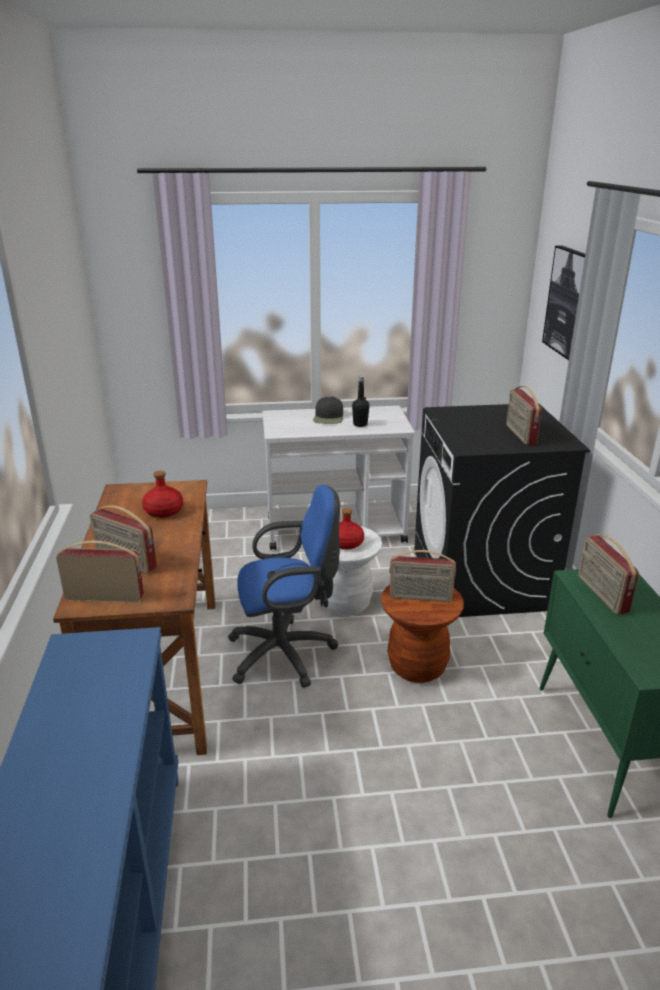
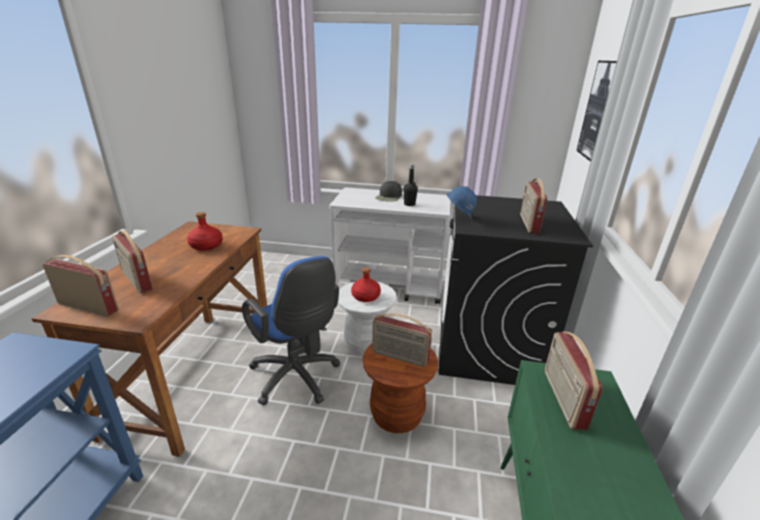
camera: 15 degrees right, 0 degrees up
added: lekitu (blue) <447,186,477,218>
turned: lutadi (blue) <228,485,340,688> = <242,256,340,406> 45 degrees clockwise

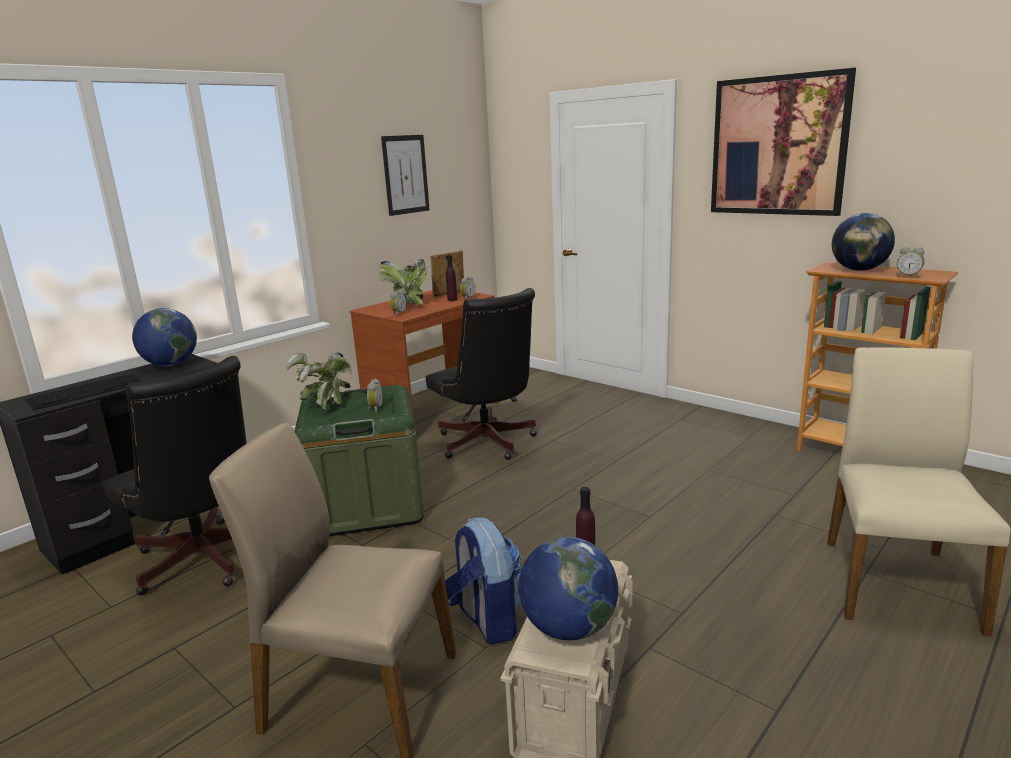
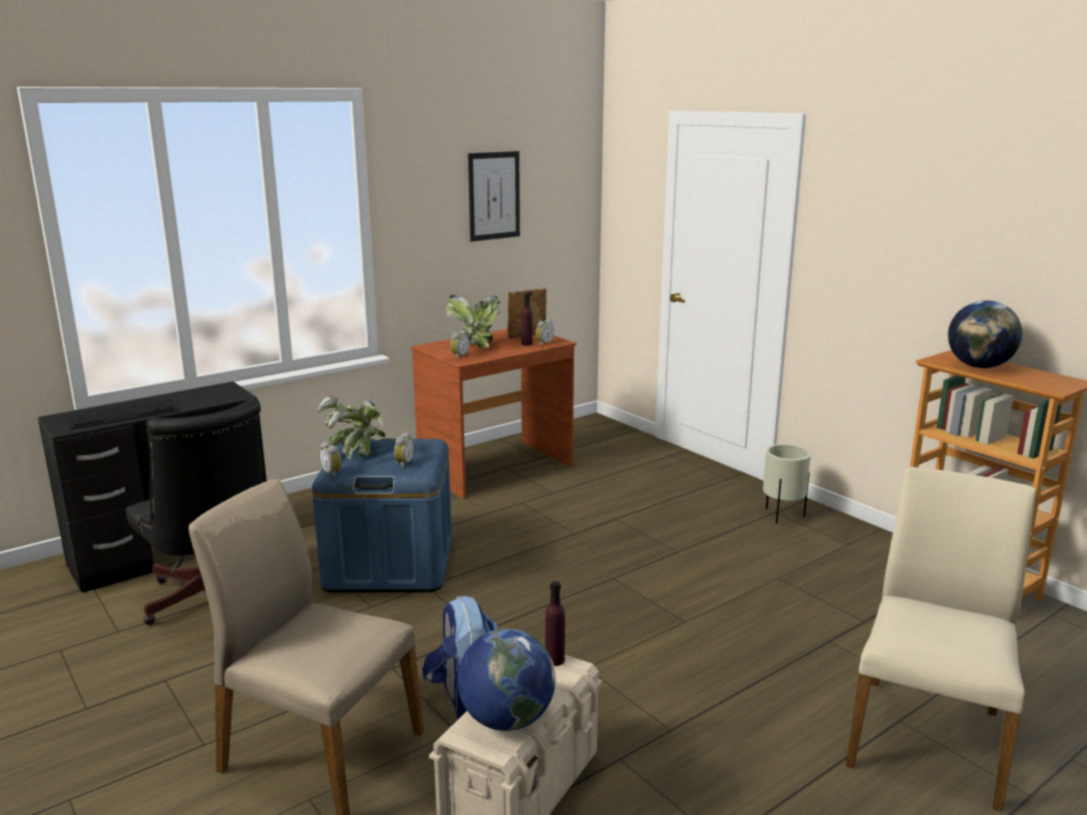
camera: 10 degrees right, 0 degrees up
removed: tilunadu <132,308,197,366>; lutadi (black) <426,288,537,460>; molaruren <711,68,856,216>
added: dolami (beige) <763,444,811,524>
moved: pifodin <897,247,925,278> to <319,441,341,478>
recoloured: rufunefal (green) <294,385,424,536> to rufunefal (blue) <312,439,452,592>

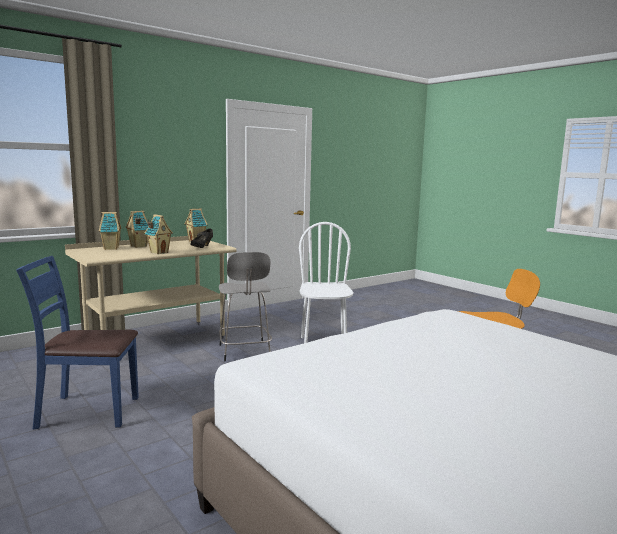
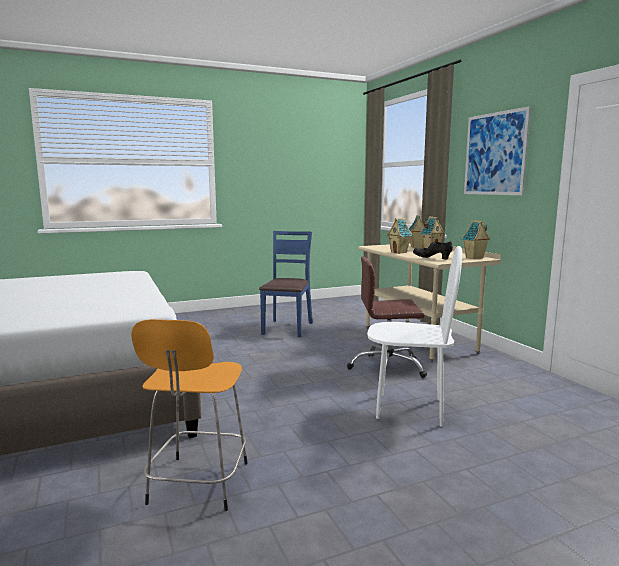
camera: 105 degrees right, 0 degrees up
added: molaruren <464,106,531,195>
replaced: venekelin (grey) <219,252,272,361> to lutadi (brown) <347,256,427,378>

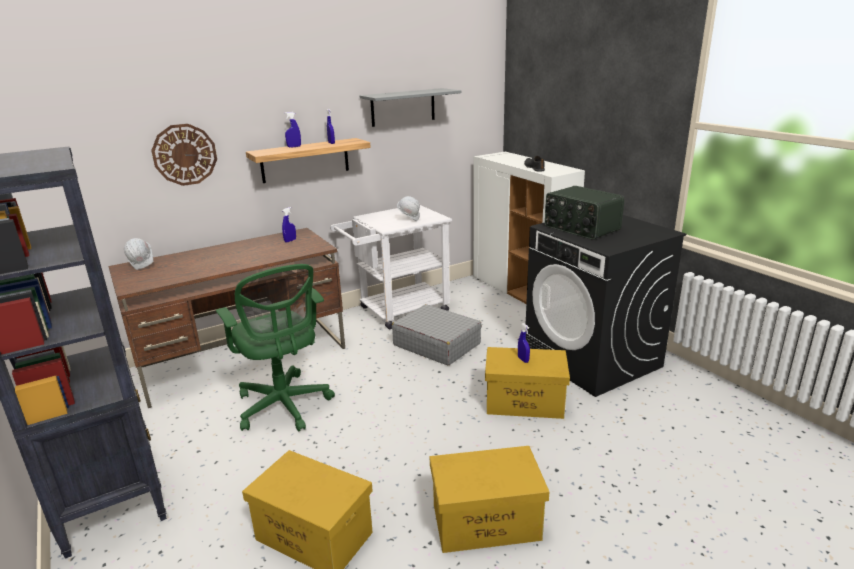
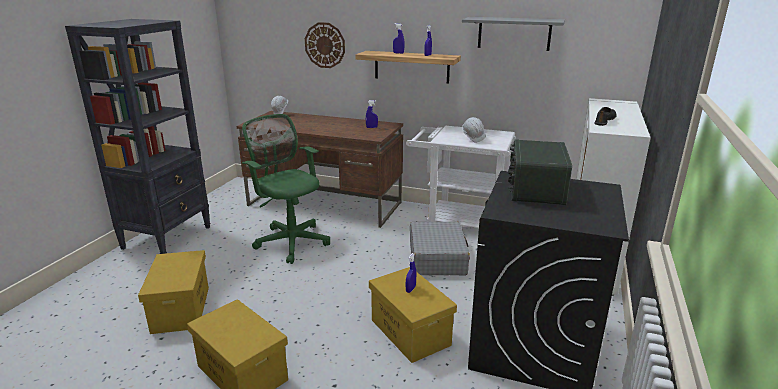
camera: 50 degrees right, 0 degrees up
turned: lutadi (green) <216,264,335,431> = <242,114,330,264> 120 degrees clockwise

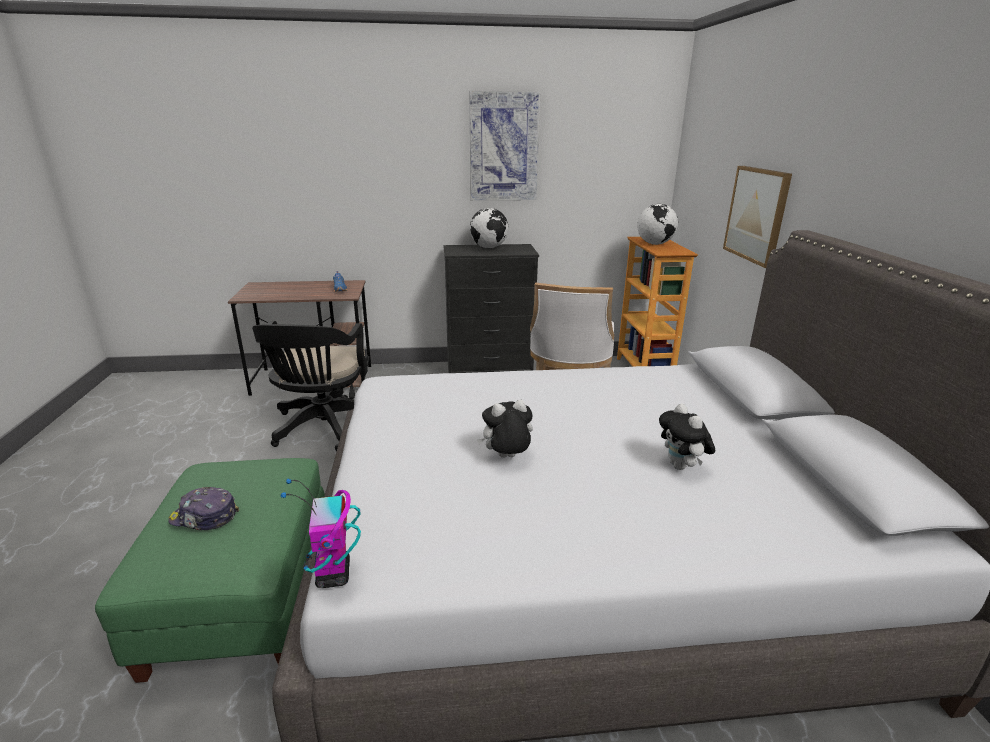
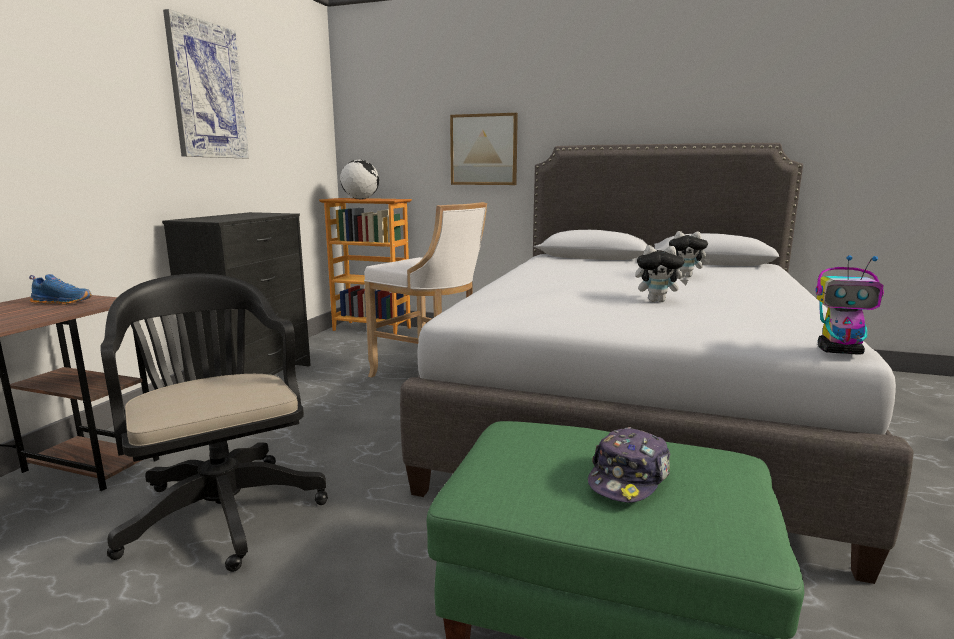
camera: 65 degrees left, 10 degrees down
removed: tilunadu <470,208,509,248>
turned: lutadi (black) <252,321,368,451> = <100,274,328,572> 150 degrees counterclockwise; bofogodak <477,400,533,458> = <635,245,688,302> 90 degrees counterclockwise

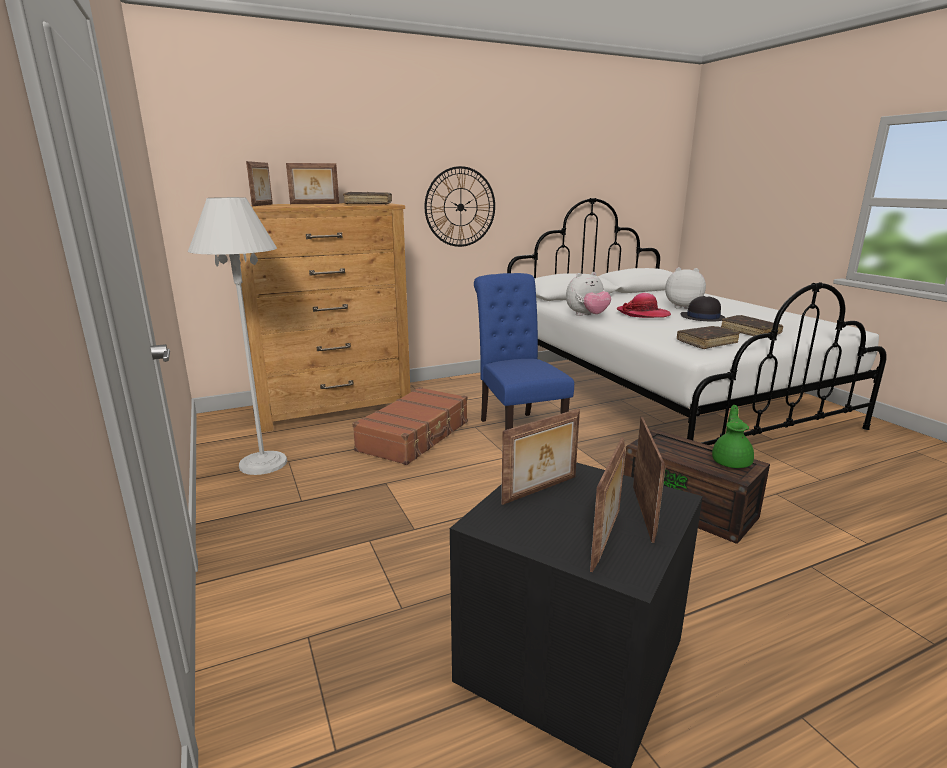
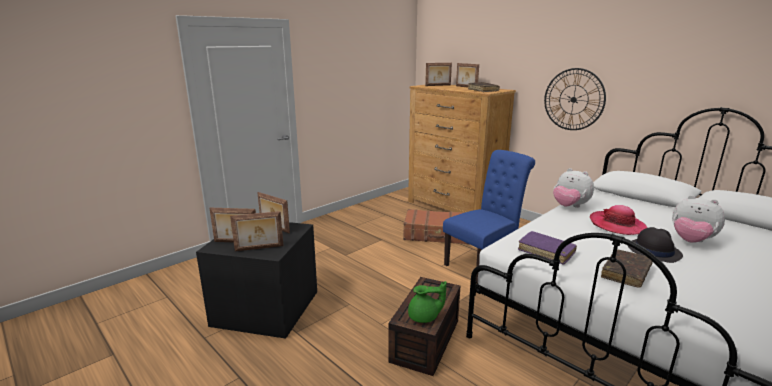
camera: 70 degrees right, 0 degrees up
removed: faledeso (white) <188,197,287,475>
recoloured: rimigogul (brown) <677,326,740,349> to rimigogul (purple) <518,231,577,265>
turned: bofogodak <665,267,706,309> = <672,195,725,243> 135 degrees clockwise

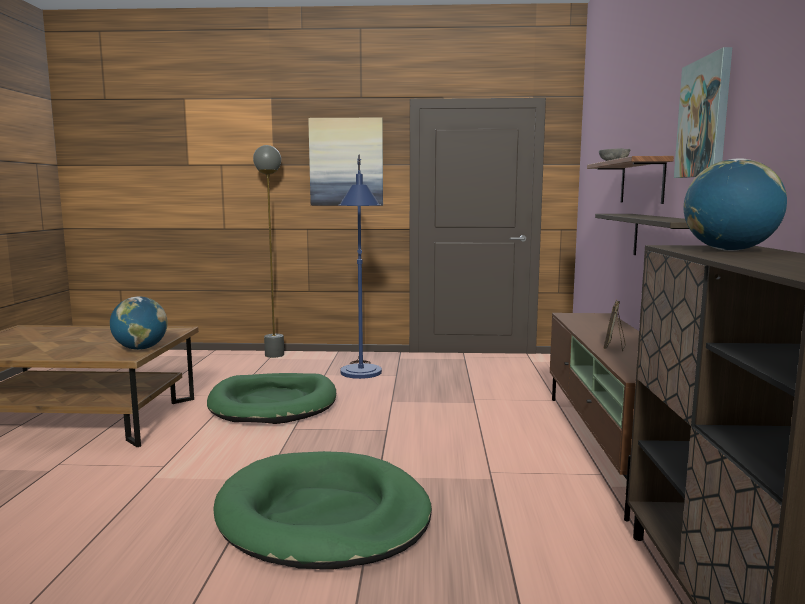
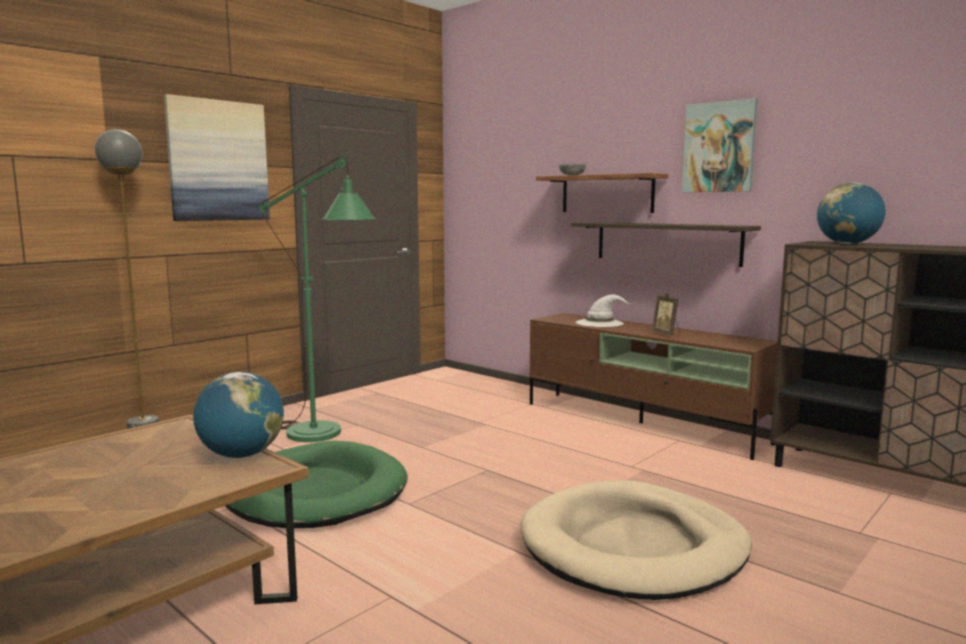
camera: 50 degrees left, 0 degrees up
added: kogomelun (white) <576,295,633,327>
recoloured: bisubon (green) <213,451,432,569> to bisubon (beige) <521,480,752,600>; faledeso (blue) <338,155,382,379> to faledeso (green) <260,155,376,442>

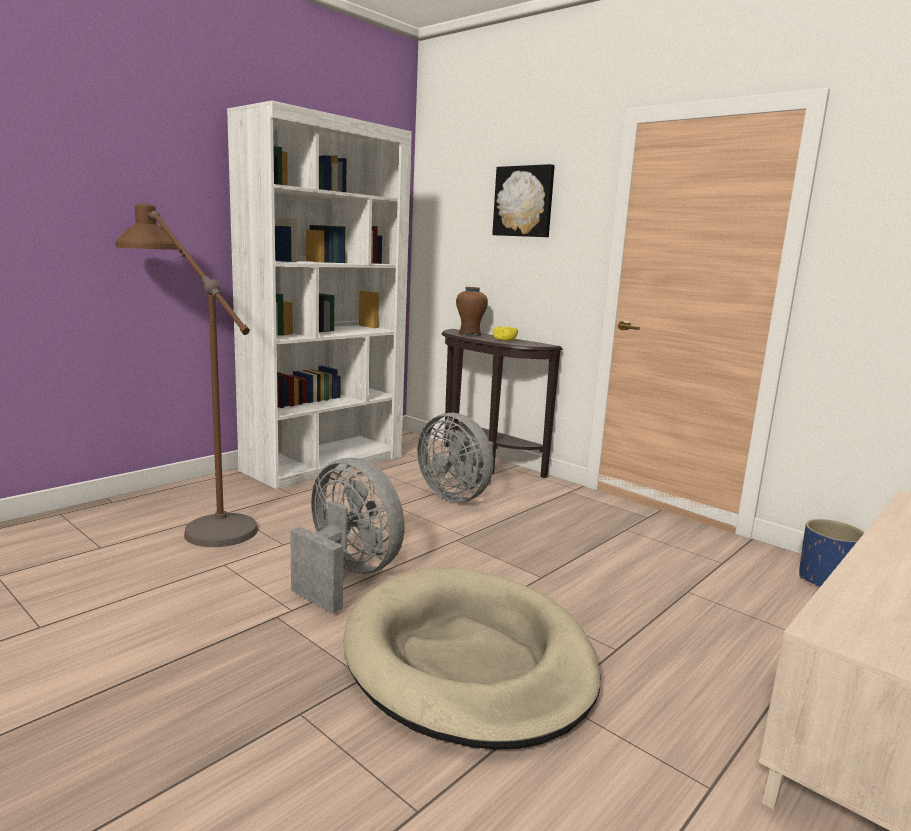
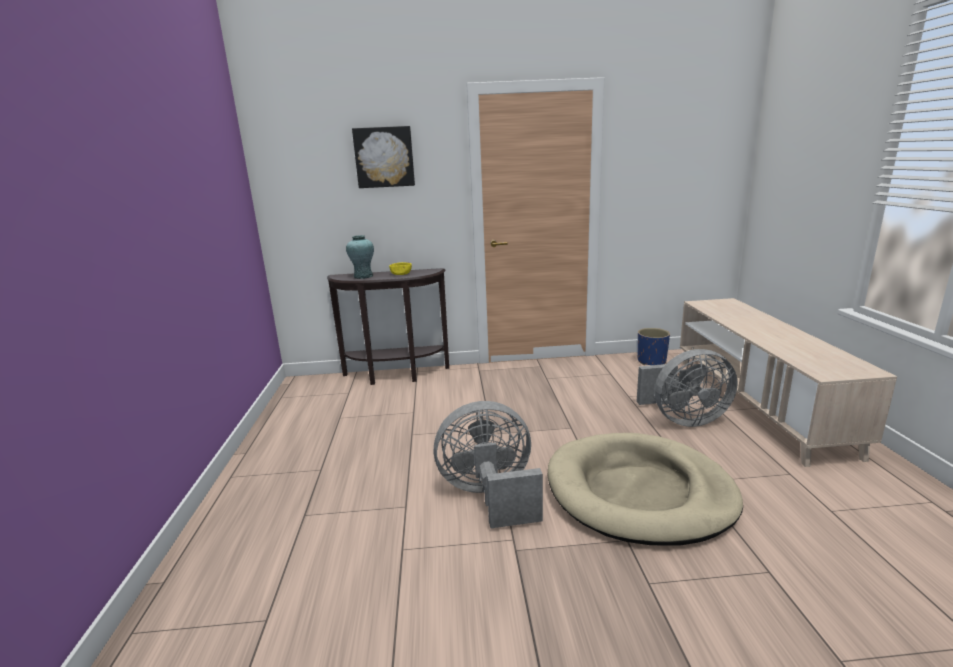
camera: 45 degrees left, 5 degrees up
removed: faledeso (brown) <116,203,258,547>; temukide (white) <227,101,412,489>
moved: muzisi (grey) <417,413,494,502> to <637,349,738,427>
recoloured: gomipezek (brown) <456,287,488,336> to gomipezek (turquoise) <346,235,374,279>

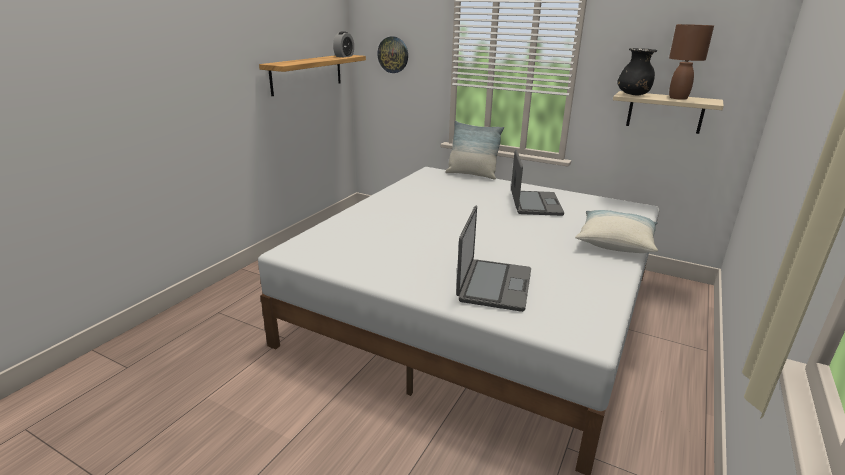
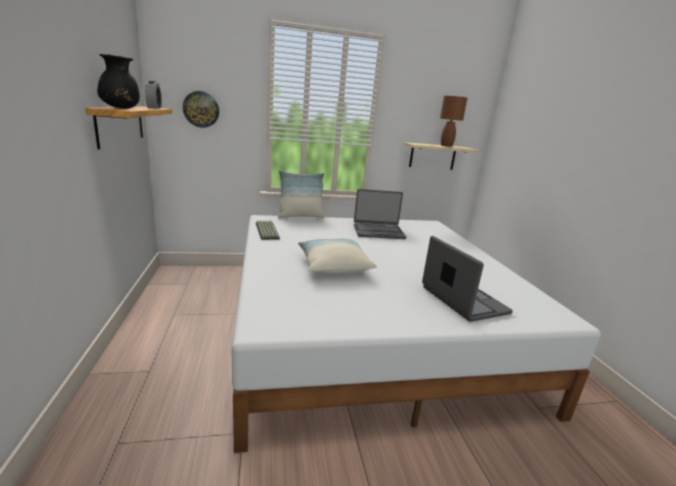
camera: 40 degrees left, 5 degrees down
added: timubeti <256,221,280,240>
moved: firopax <575,210,658,253> to <298,239,377,274>; gomipezek (black) <617,48,657,96> to <97,54,140,109>
turned: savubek <511,150,564,216> = <354,189,406,239> 120 degrees clockwise

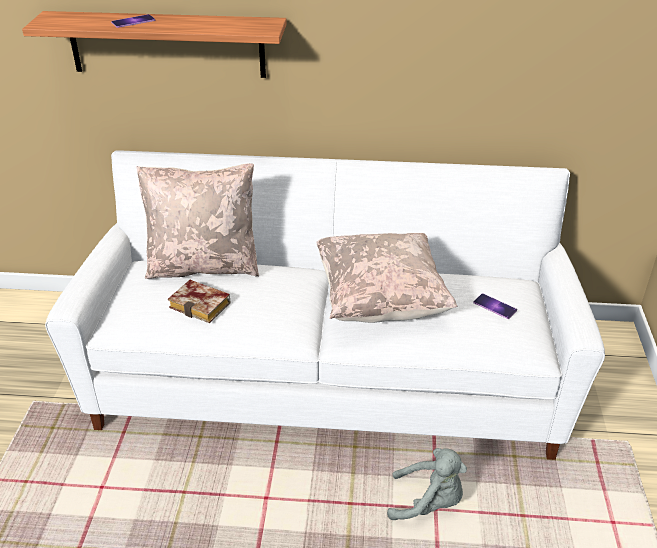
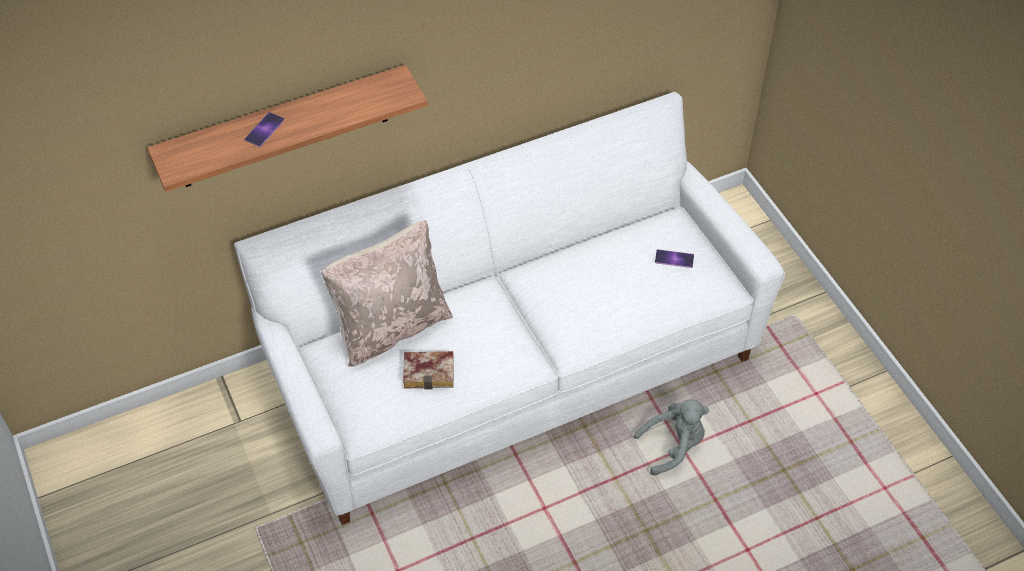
camera: 30 degrees left, 15 degrees up
removed: firopax (beige) <316,233,458,323>

